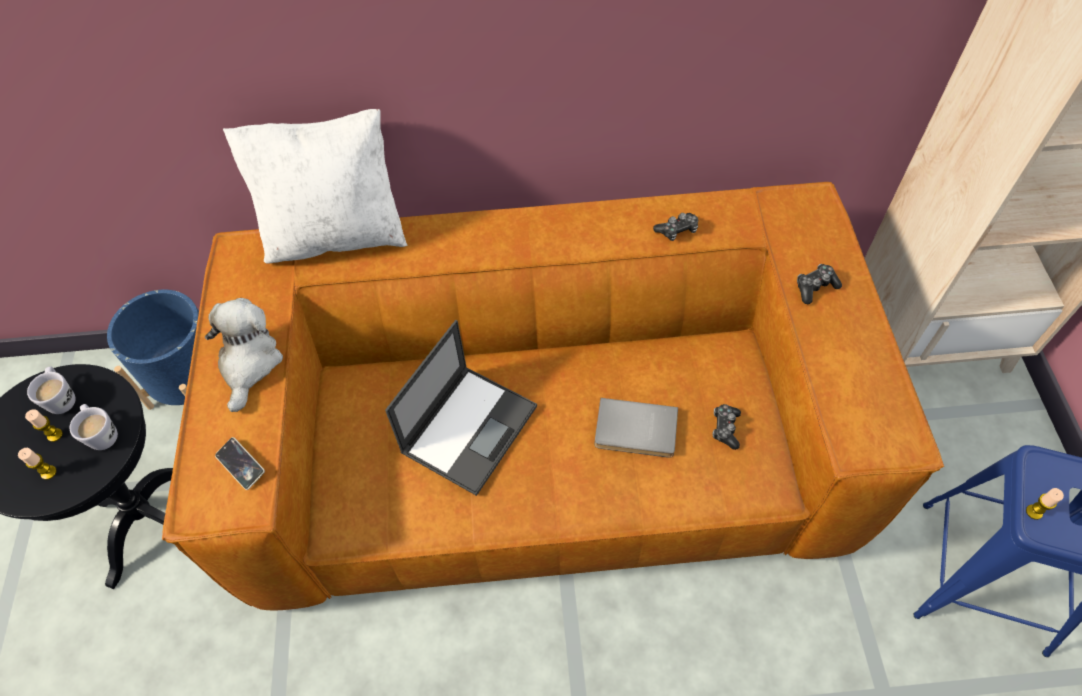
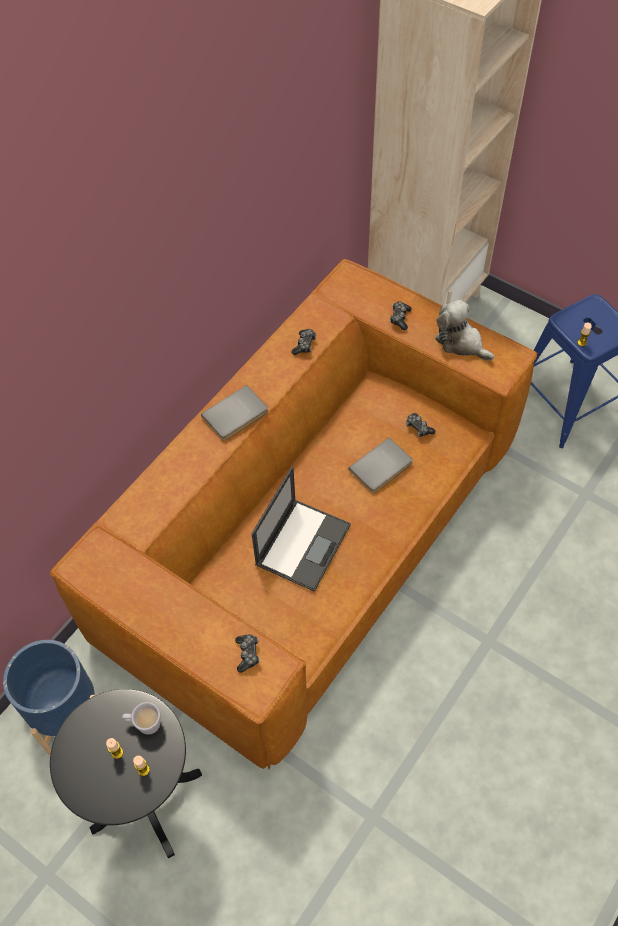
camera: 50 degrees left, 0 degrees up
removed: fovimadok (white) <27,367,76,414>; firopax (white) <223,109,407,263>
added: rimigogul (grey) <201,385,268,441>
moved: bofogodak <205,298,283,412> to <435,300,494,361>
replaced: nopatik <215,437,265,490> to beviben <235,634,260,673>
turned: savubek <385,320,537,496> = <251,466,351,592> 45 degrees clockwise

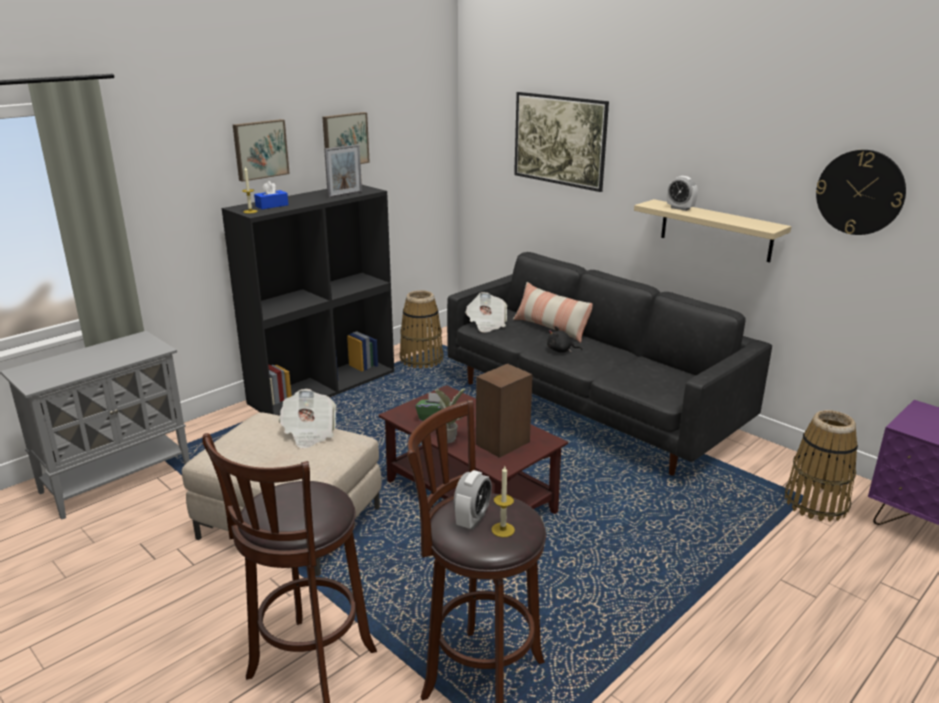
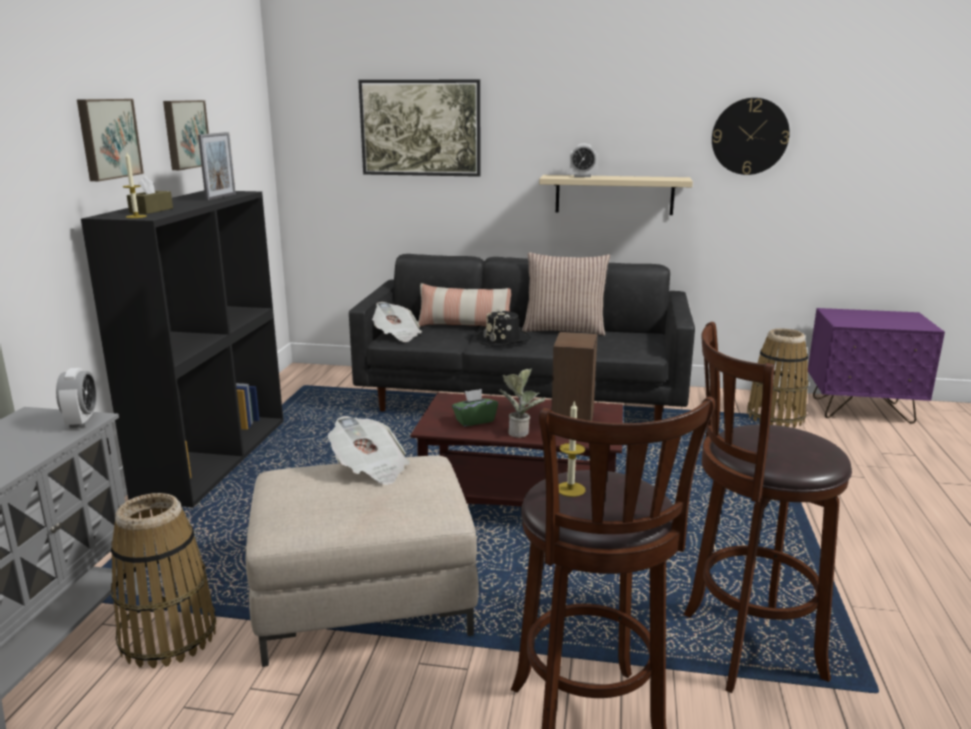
camera: 35 degrees left, 5 degrees down
added: firopax <522,252,610,336>
moved: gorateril <400,290,444,368> to <111,493,216,668>; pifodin <453,470,492,530> to <56,368,97,428>; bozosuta <491,466,515,537> to <559,402,585,497>
replaced: bofogodak (black) <547,326,582,353> to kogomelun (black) <476,309,531,347>
recoloured: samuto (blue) <254,181,289,209> to samuto (brown) <127,176,173,214>

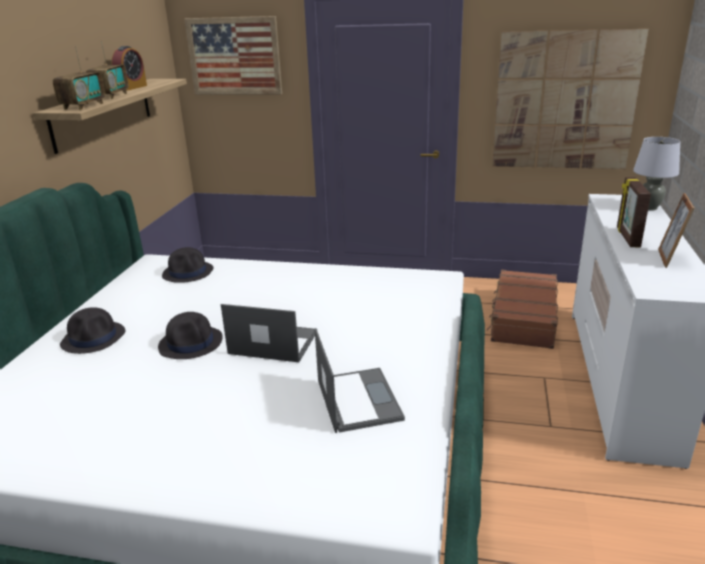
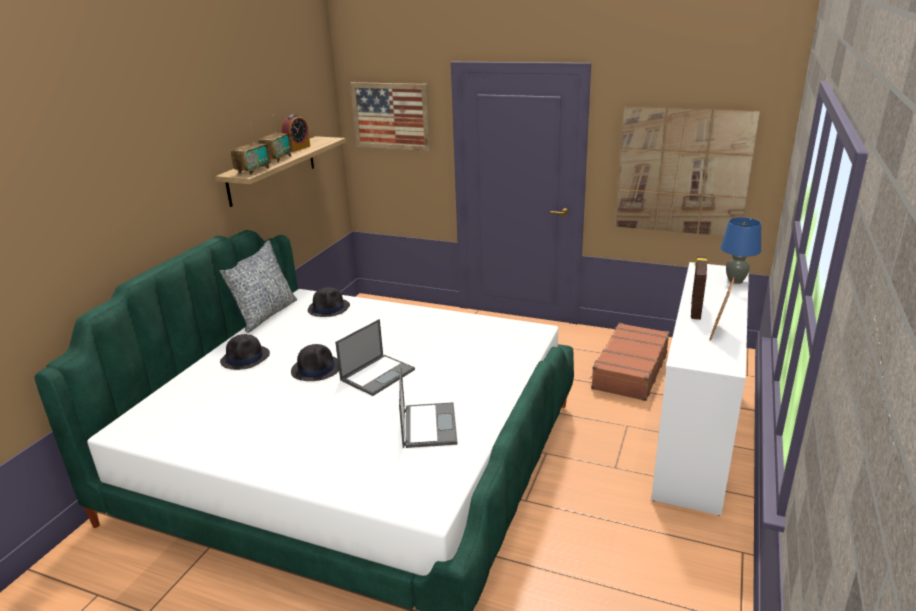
camera: 10 degrees right, 0 degrees up
added: firopax <220,240,297,333>
recoloured: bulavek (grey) <633,137,680,211> to bulavek (blue) <720,217,761,284>
turned: savubek <221,304,315,362> = <335,319,415,396> 105 degrees clockwise

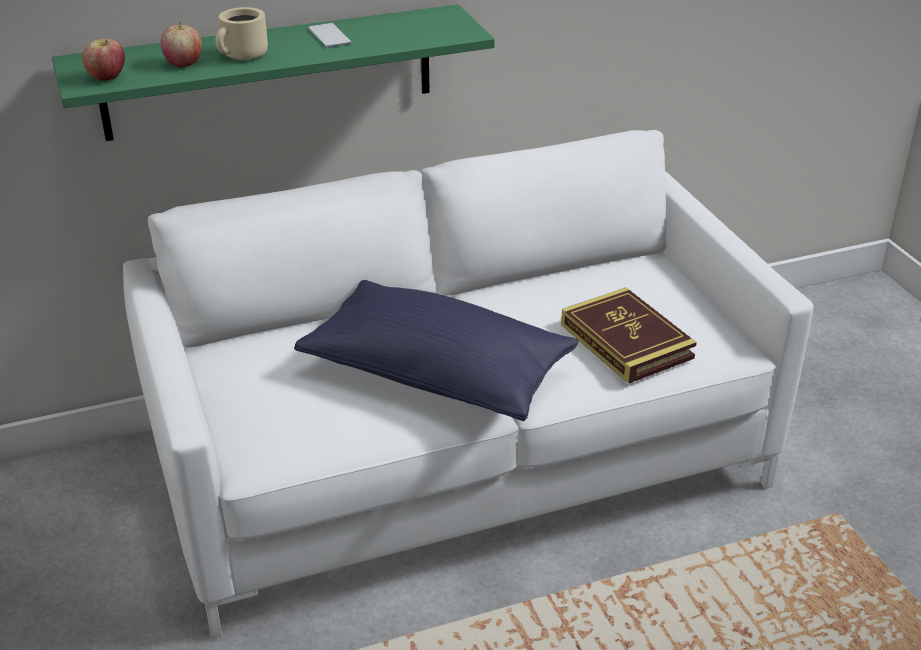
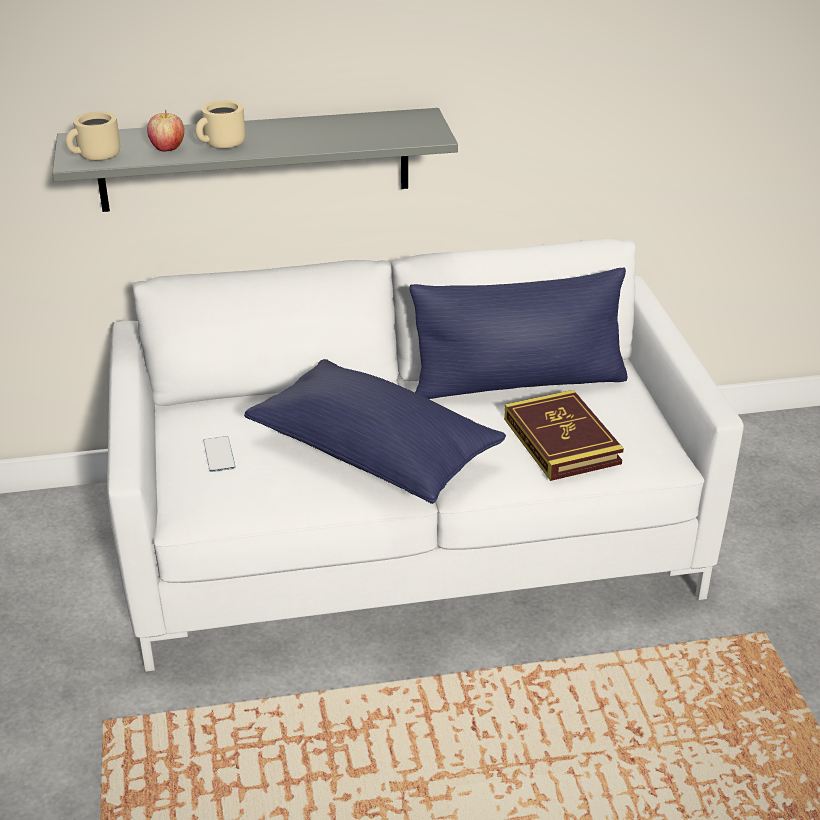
camera: 10 degrees right, 0 degrees up
added: firopax (blue) <409,268,628,399>
moved: nopatik <308,23,352,48> to <203,436,235,472>
replaced: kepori <82,38,125,81> to fovimadok (beige) <66,111,120,161>
recoloured: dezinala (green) <52,5,495,141> to dezinala (grey) <52,108,458,212>

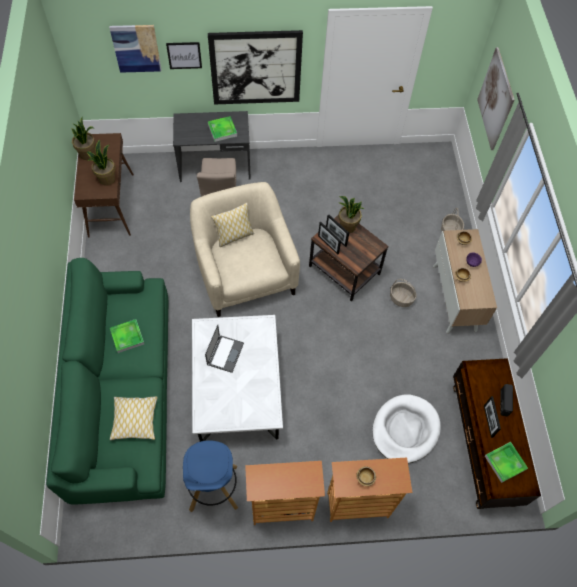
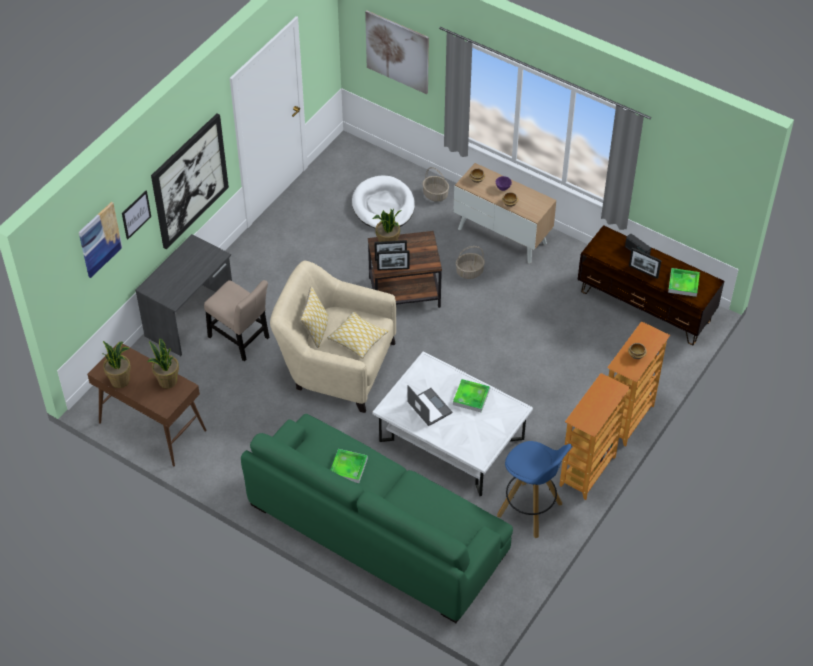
camera: 50 degrees left, 10 degrees down
moved: firopax <110,396,158,440> to <327,311,389,359>; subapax <208,116,237,142> to <453,379,490,412>; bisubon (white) <372,394,441,463> to <352,175,415,229>

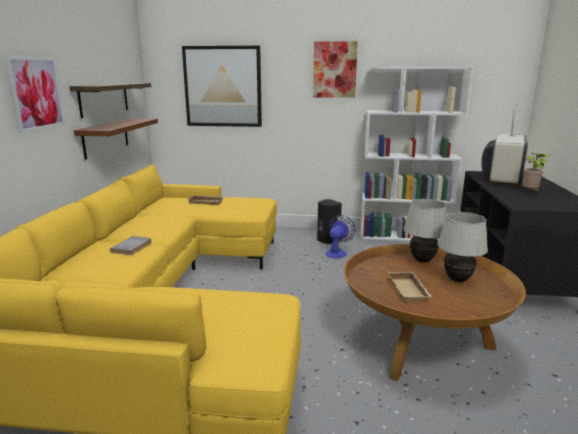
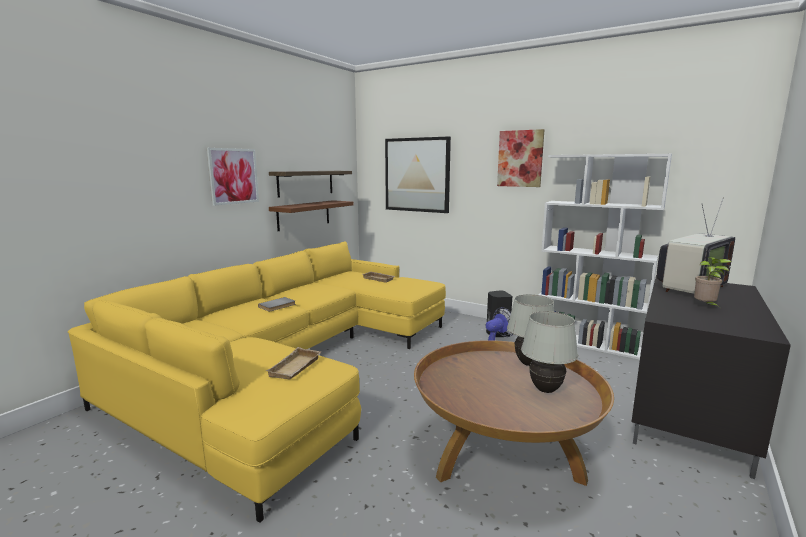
camera: 25 degrees right, 5 degrees down
moved: subapax (beige) <388,272,432,303> to <266,347,321,380>

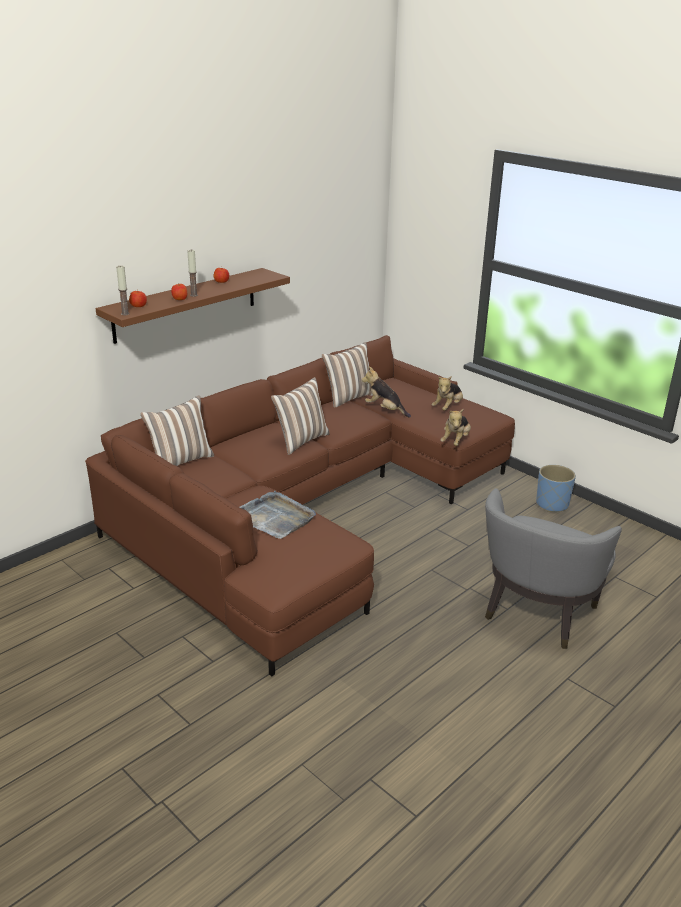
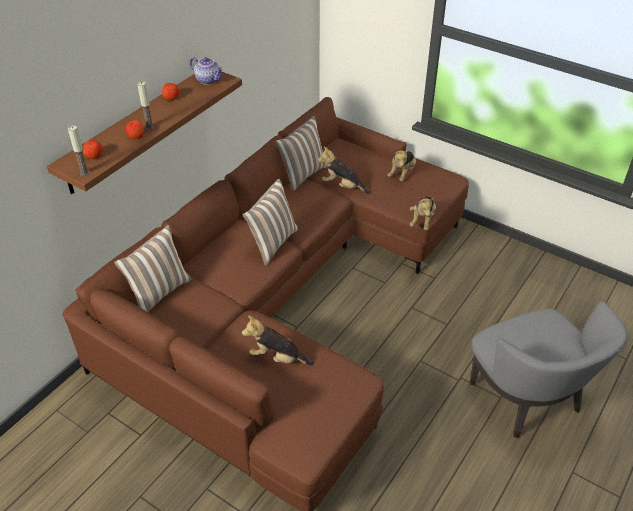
camera: 10 degrees left, 15 degrees up
removed: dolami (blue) <536,465,576,512>
added: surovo <190,57,223,85>
replaced: subapax (grey) <240,491,316,539> to bofogodak <242,315,314,365>
turned: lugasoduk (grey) <485,488,622,649> = <470,301,627,438> 45 degrees counterclockwise

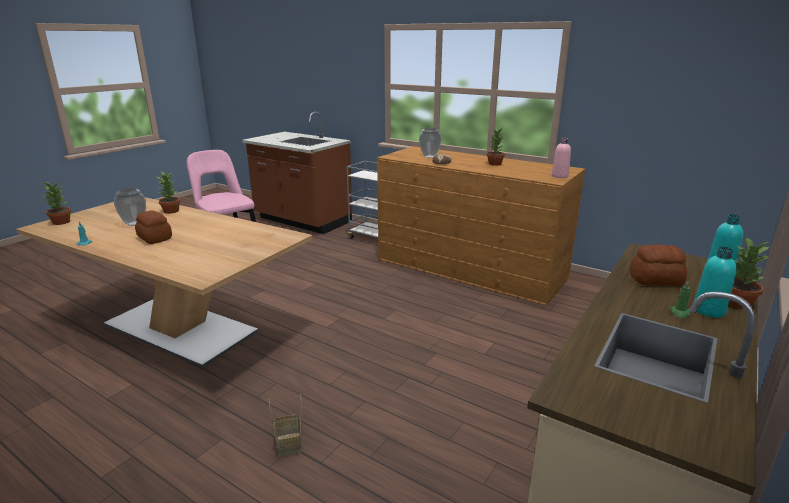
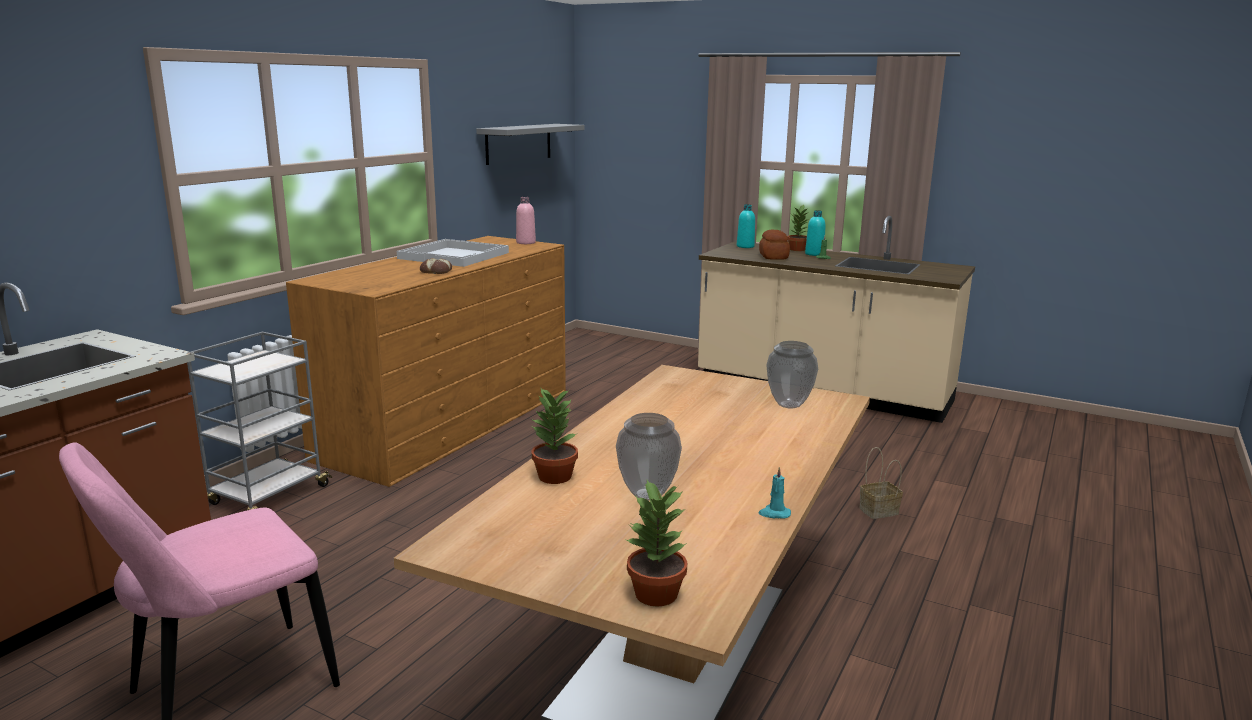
camera: 95 degrees left, 5 degrees down
removed: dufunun <135,211,172,244>
added: dezinala (grey) <476,124,585,165>
moved: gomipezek <419,128,442,158> to <767,341,818,408>
replaced: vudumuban <487,128,506,166> to subapax (white) <397,239,509,267>

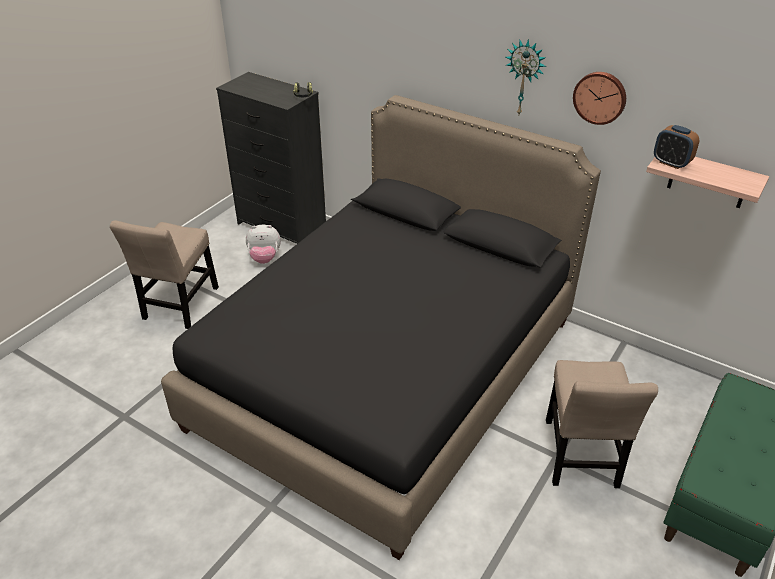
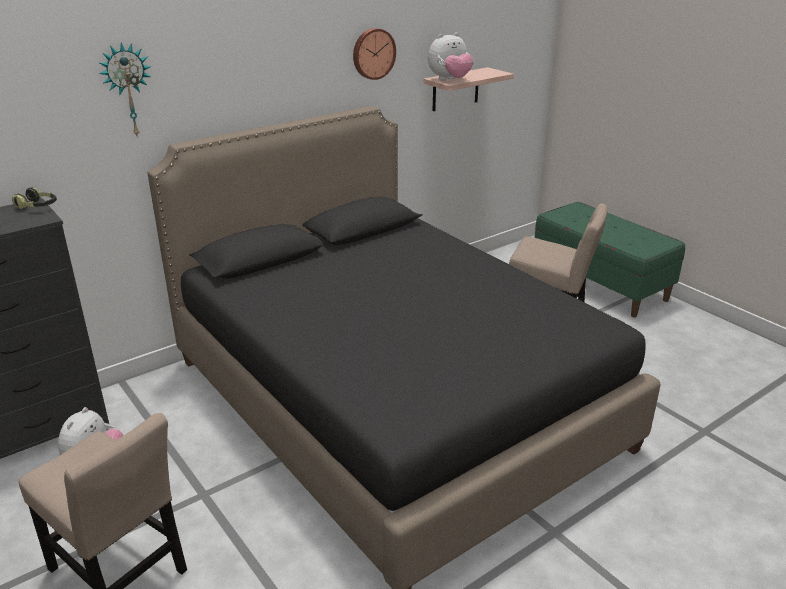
camera: 70 degrees left, 10 degrees down
moved: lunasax <506,39,546,114> to <99,42,151,138>
replaced: pifodin <654,125,699,169> to bofogodak <428,32,474,80>

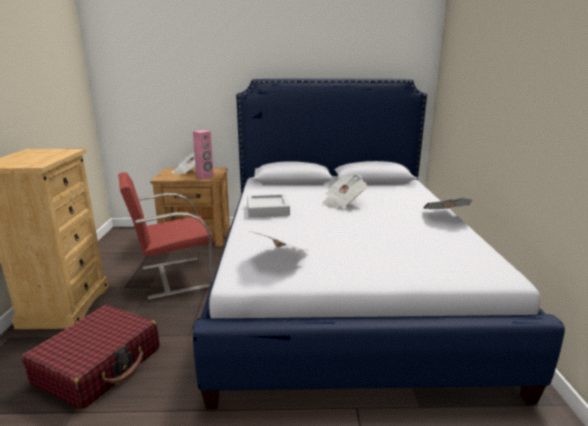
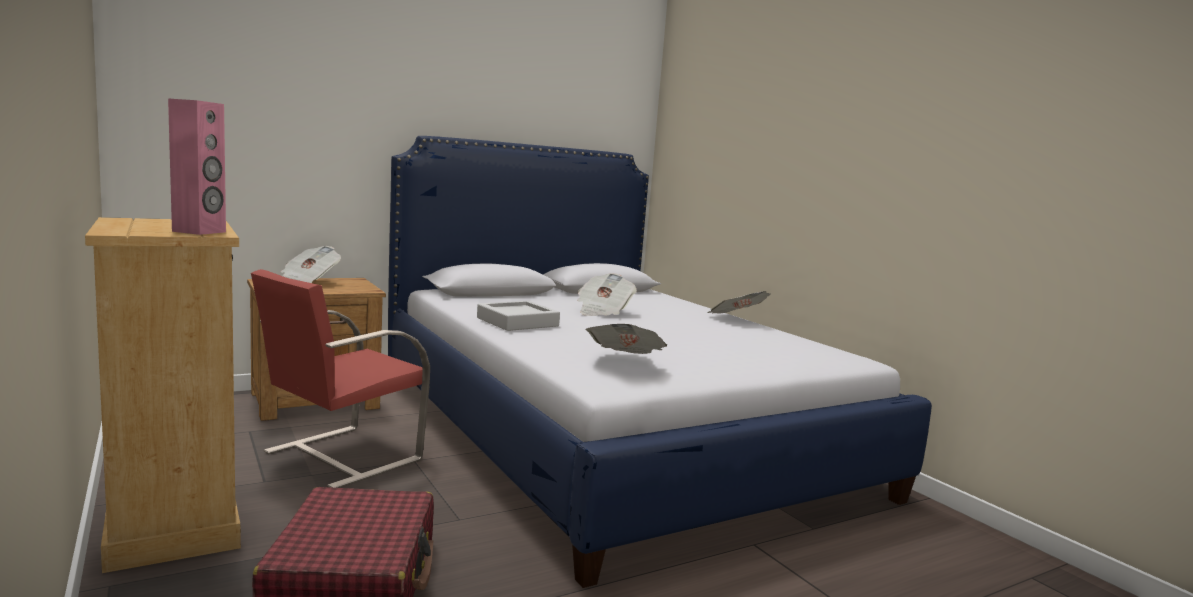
camera: 30 degrees left, 10 degrees down
moved: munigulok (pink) <193,130,214,179> to <168,99,226,235>

